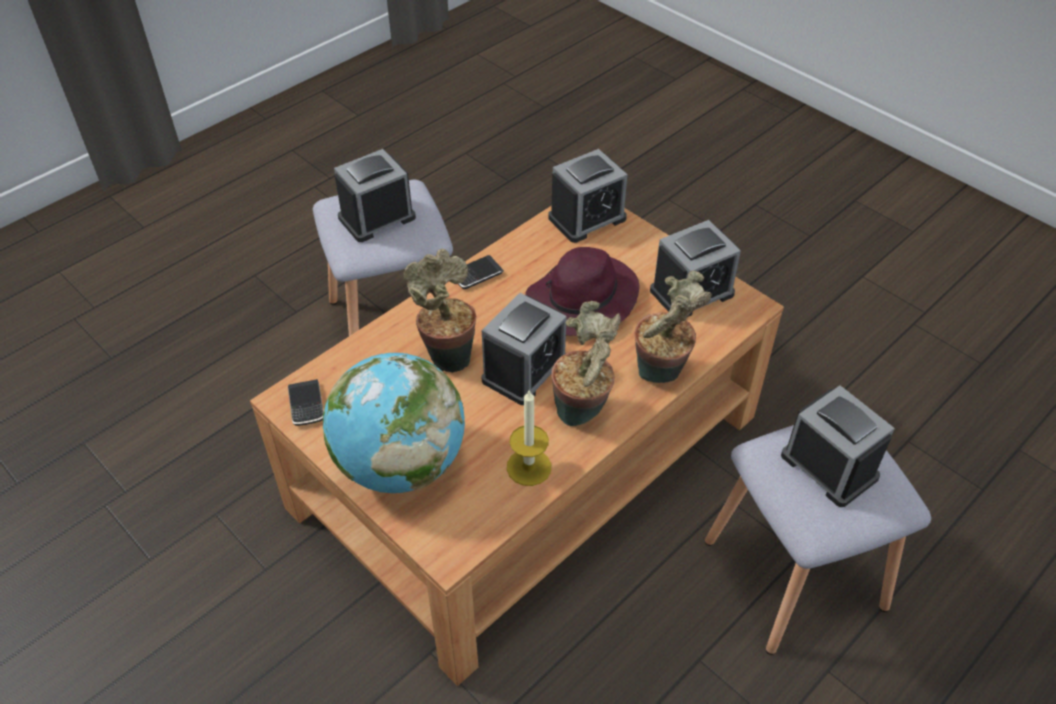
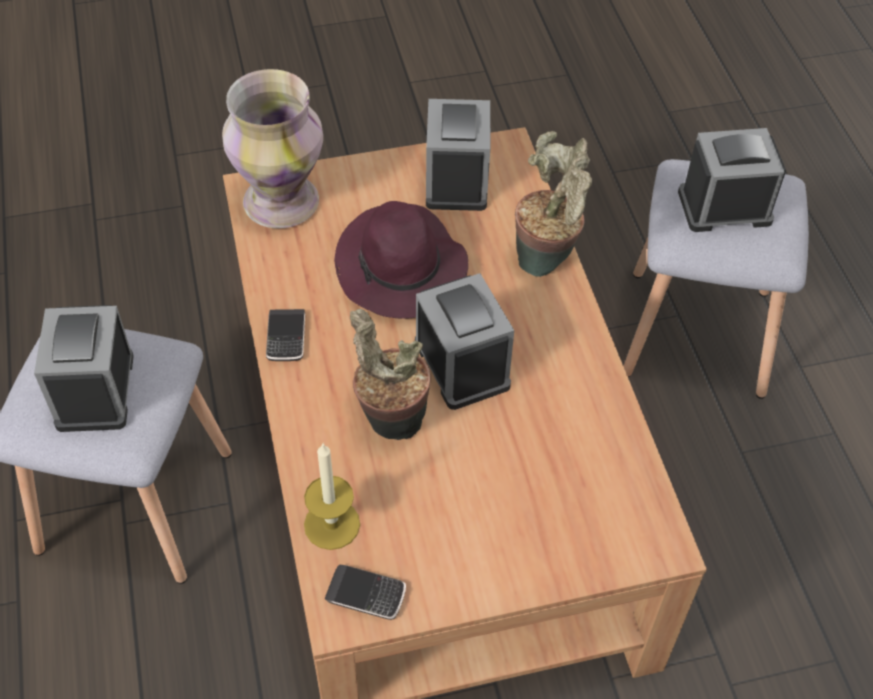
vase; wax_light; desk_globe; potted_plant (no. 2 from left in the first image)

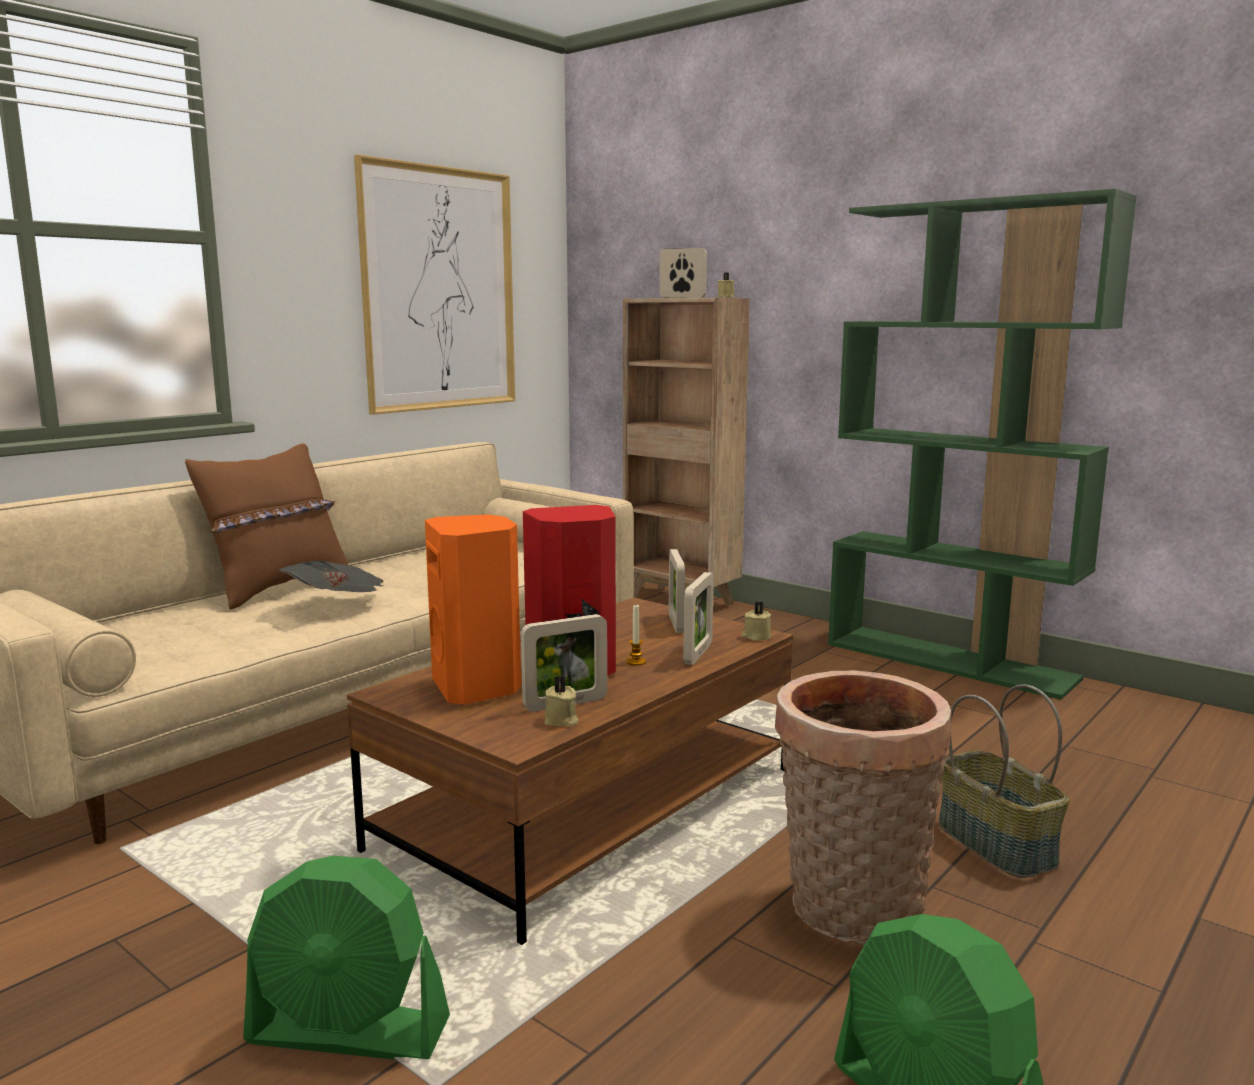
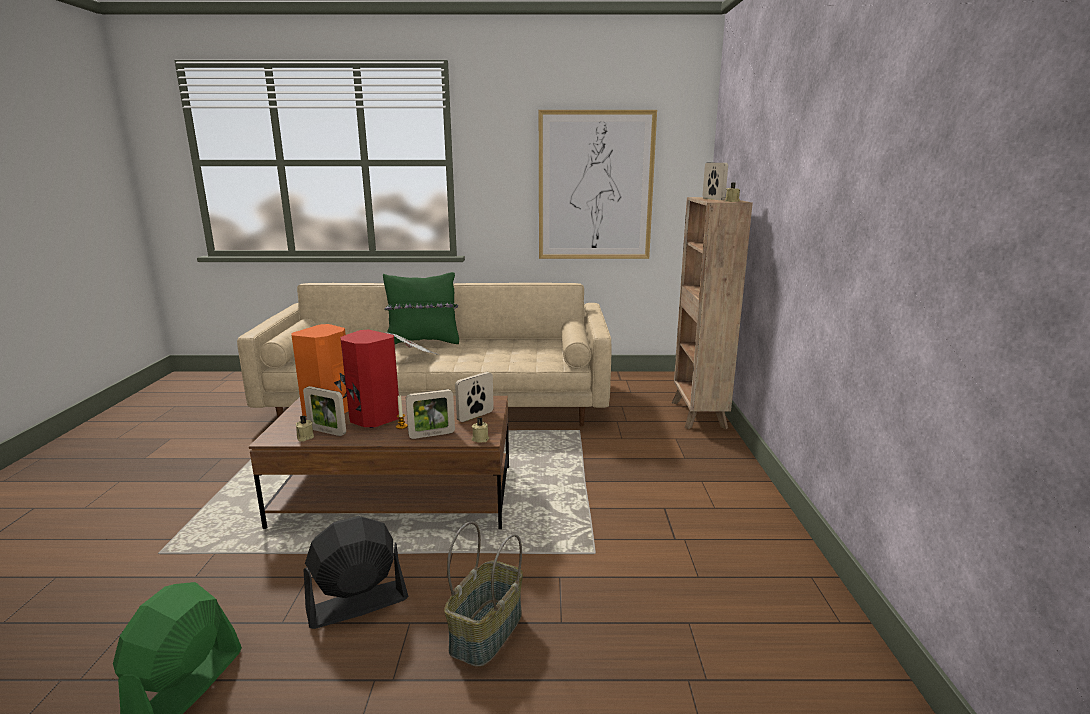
black_fan; greenish_throw_pillow; greenish_fan (no. 1 from left in the first image); greenish_bookshelf

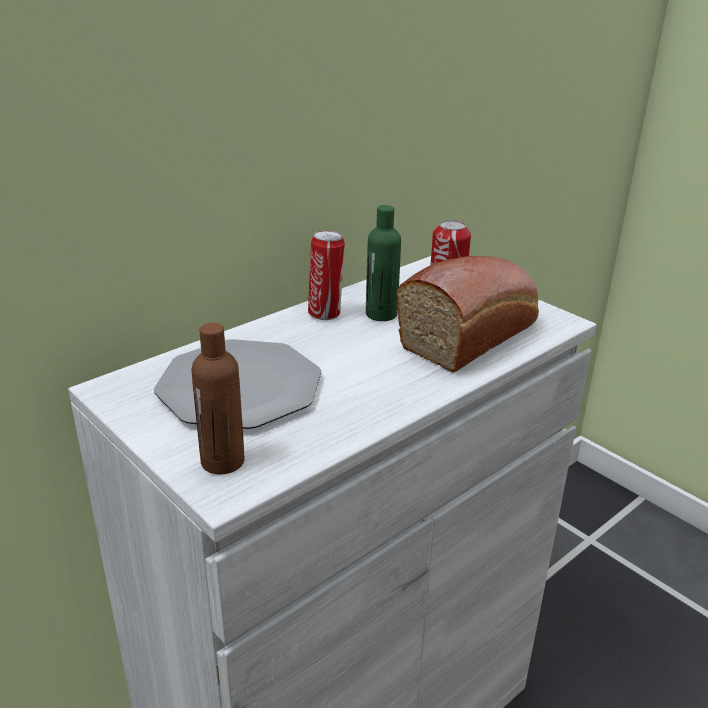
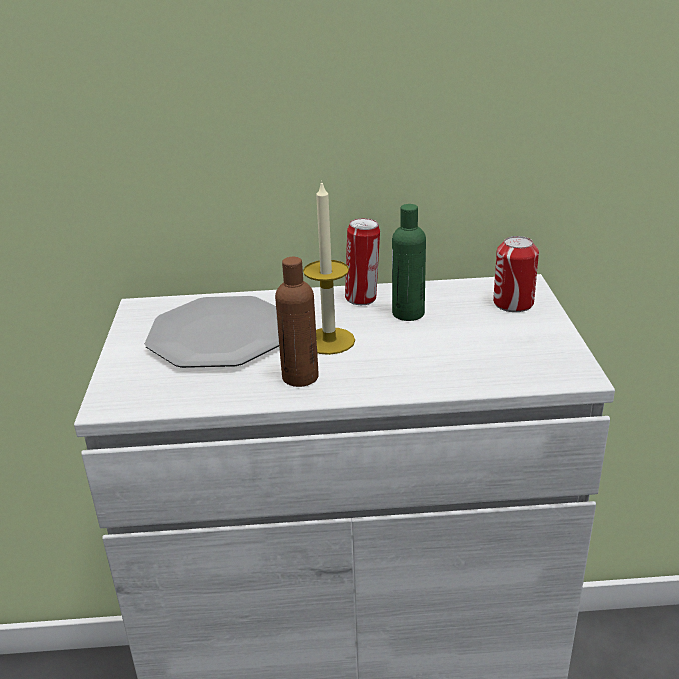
brownish_bottle; wax_light; baked_bread

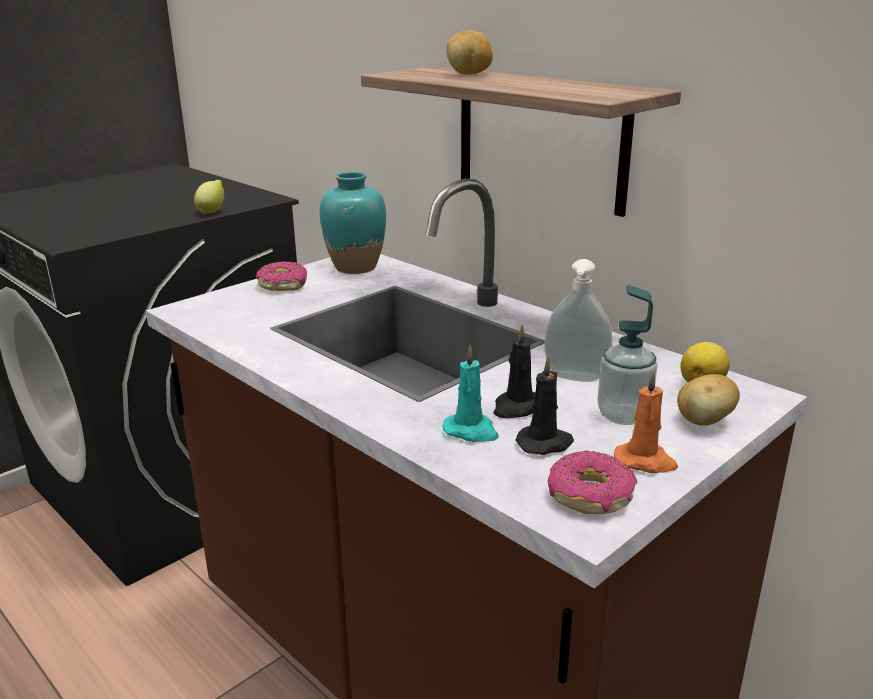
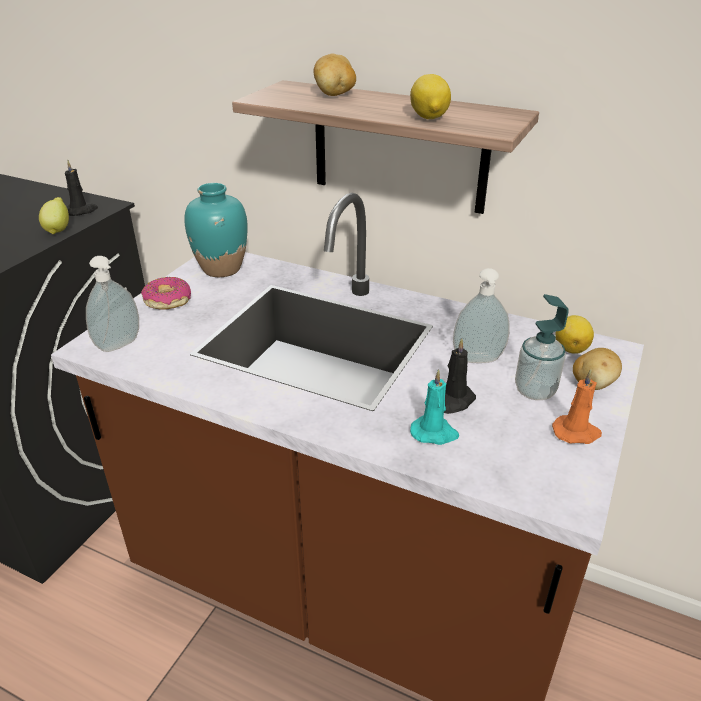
black_wax_light (no. 1 from left); soap_bottle (no. 1 from left); lemon (no. 2 from left); donut (no. 2 from left in the first image)

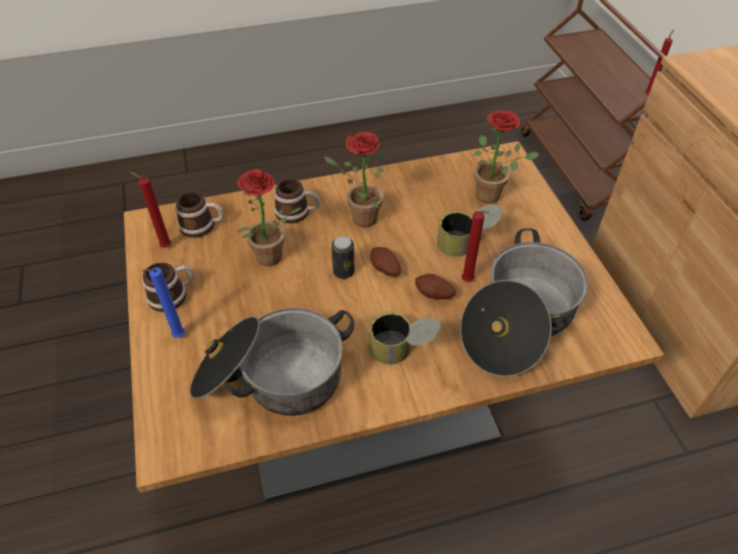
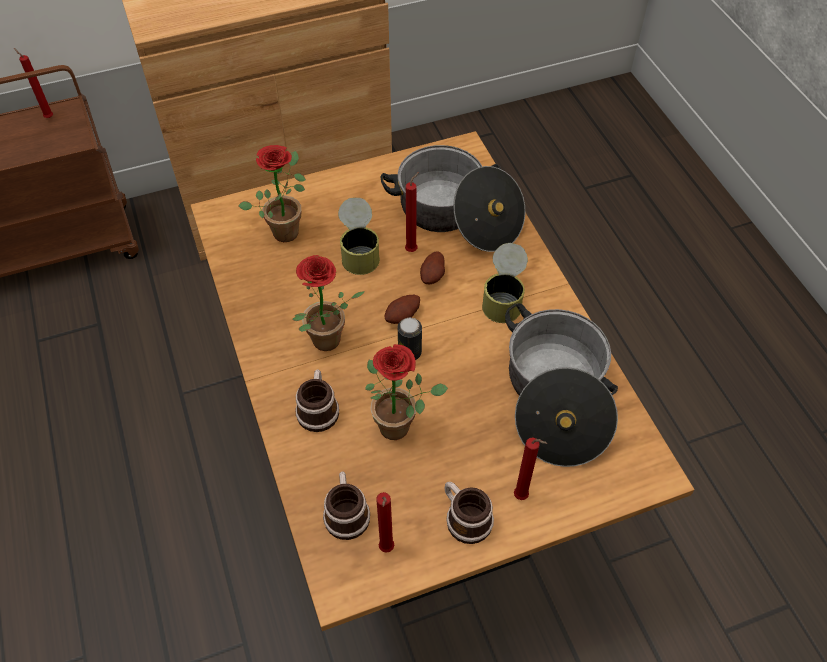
red-coloured_wax_light (no. 4 from left)

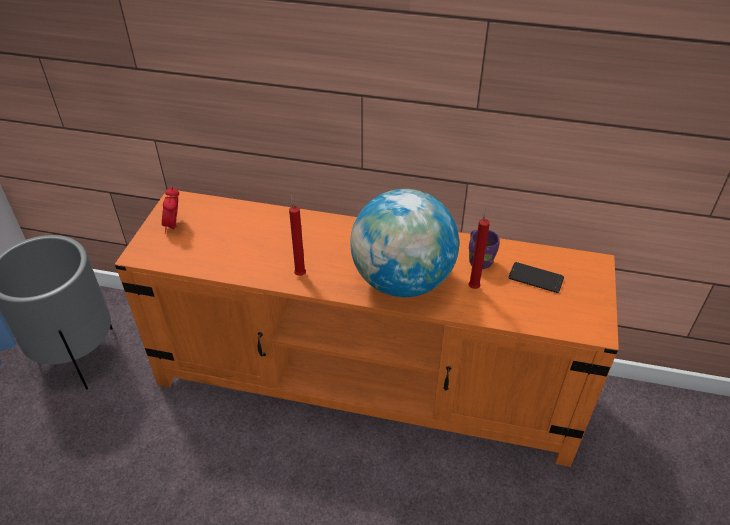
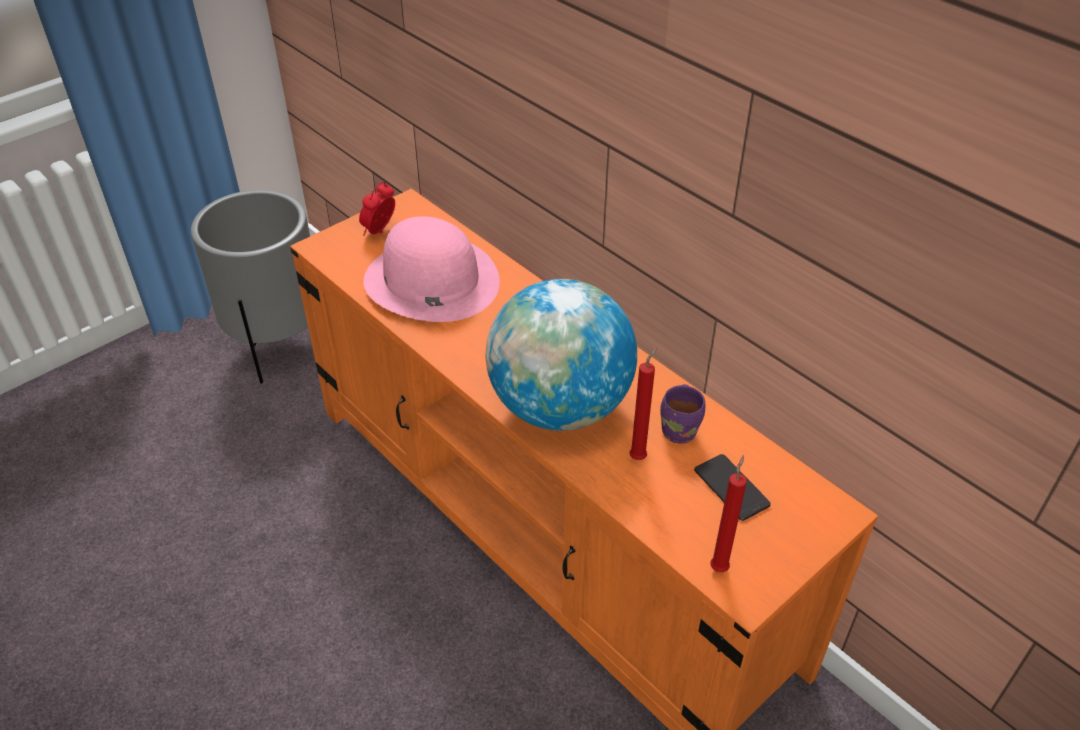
pink-coloured_hat; red-coloured_wax_light (no. 2 from left)

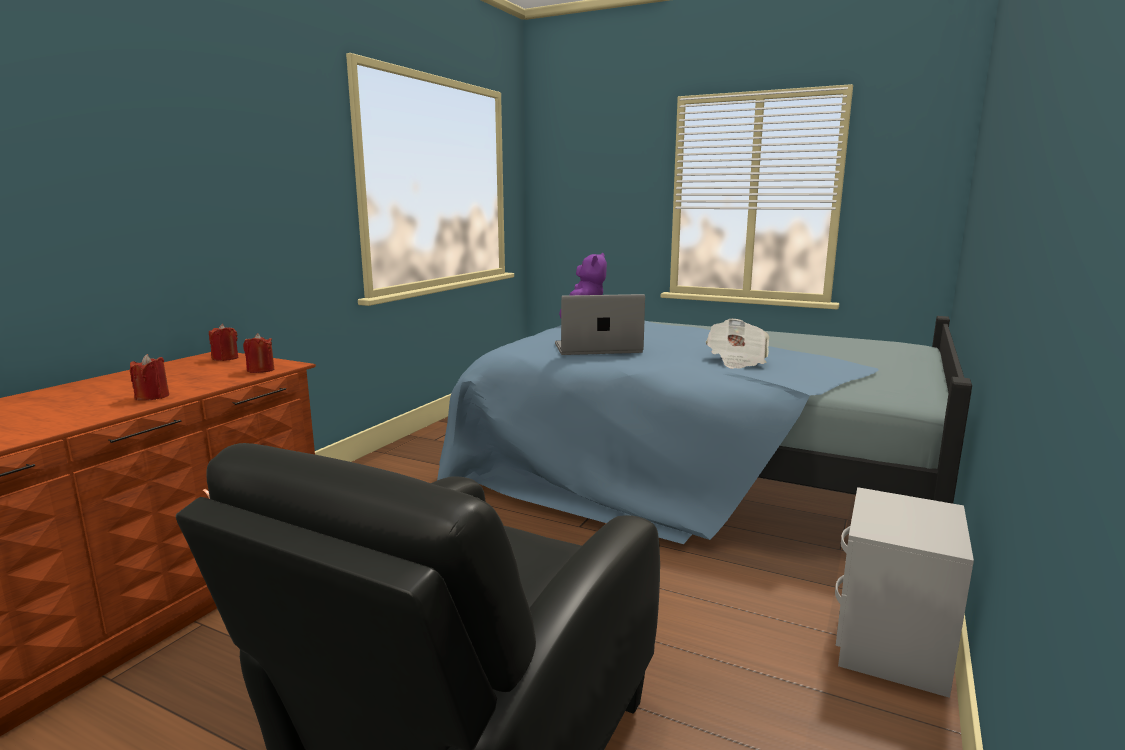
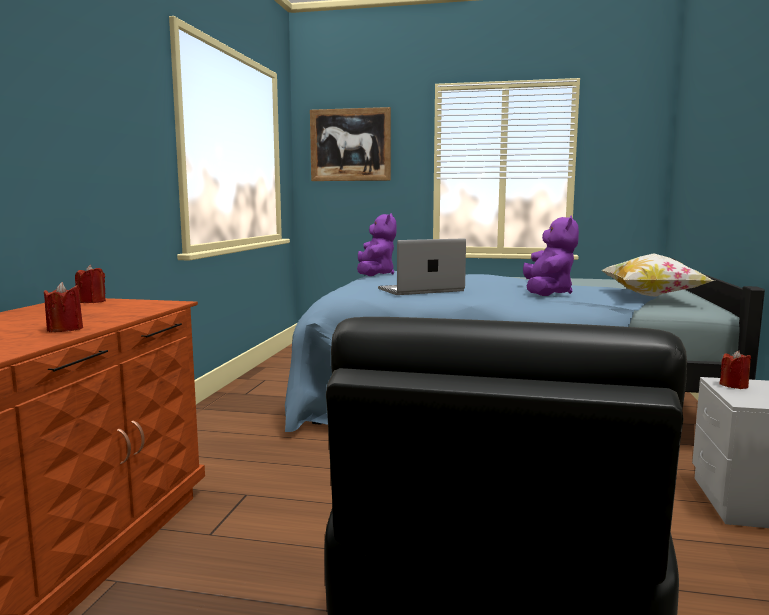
wall_art; purplish_soft_toy (no. 2 from left); throw_pillow; red-coloured_wax_light (no. 3 from left)

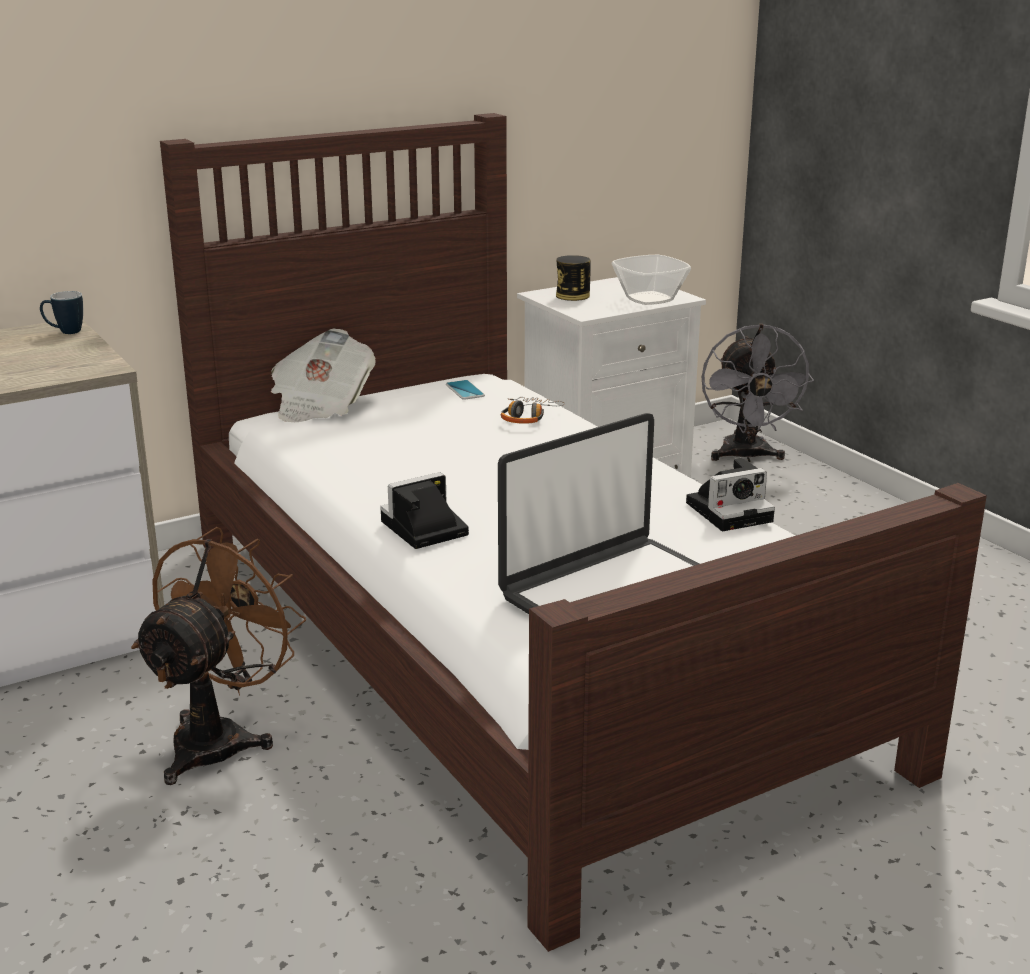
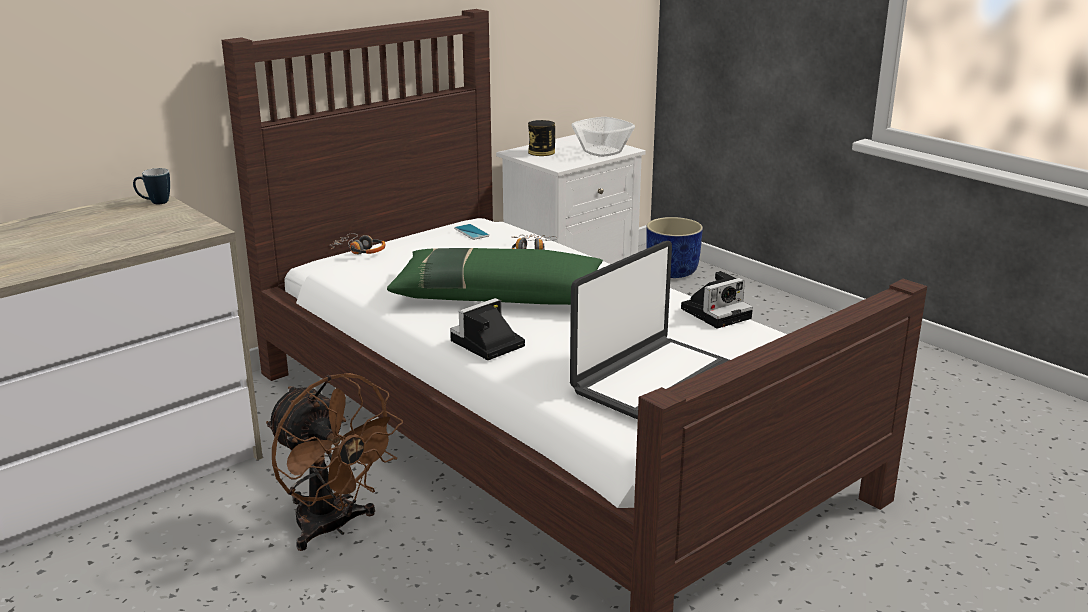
brownish_fan; headset (no. 1 from left); greenish_throw_pillow; blue_plant_pot

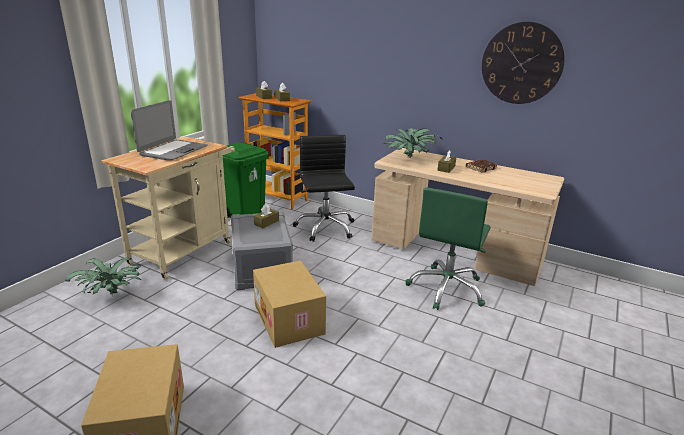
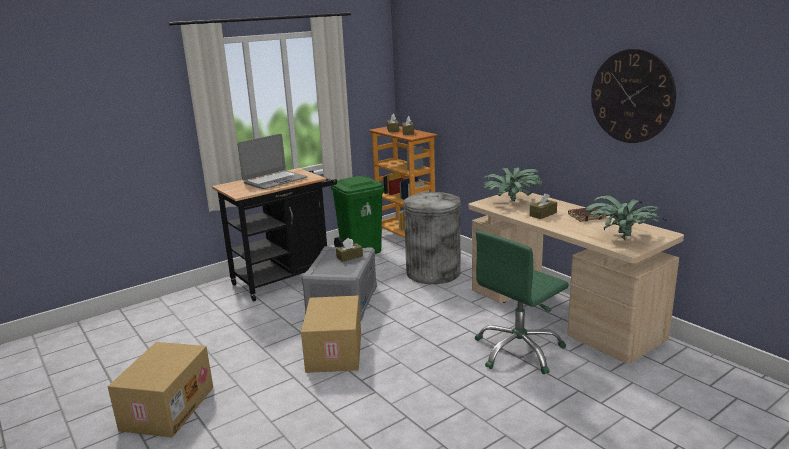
black_wheeled_cart; greyish_waste_bin; potted_plant (no. 2 from left)

